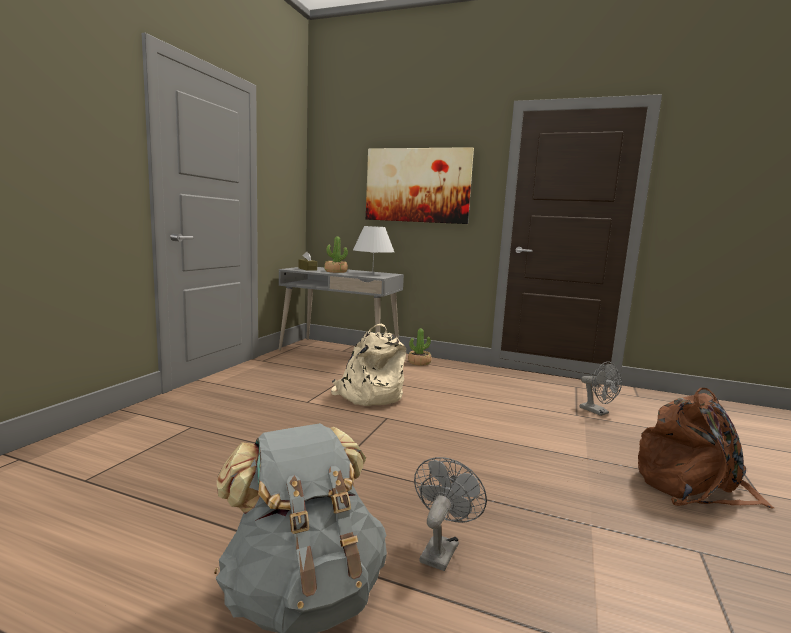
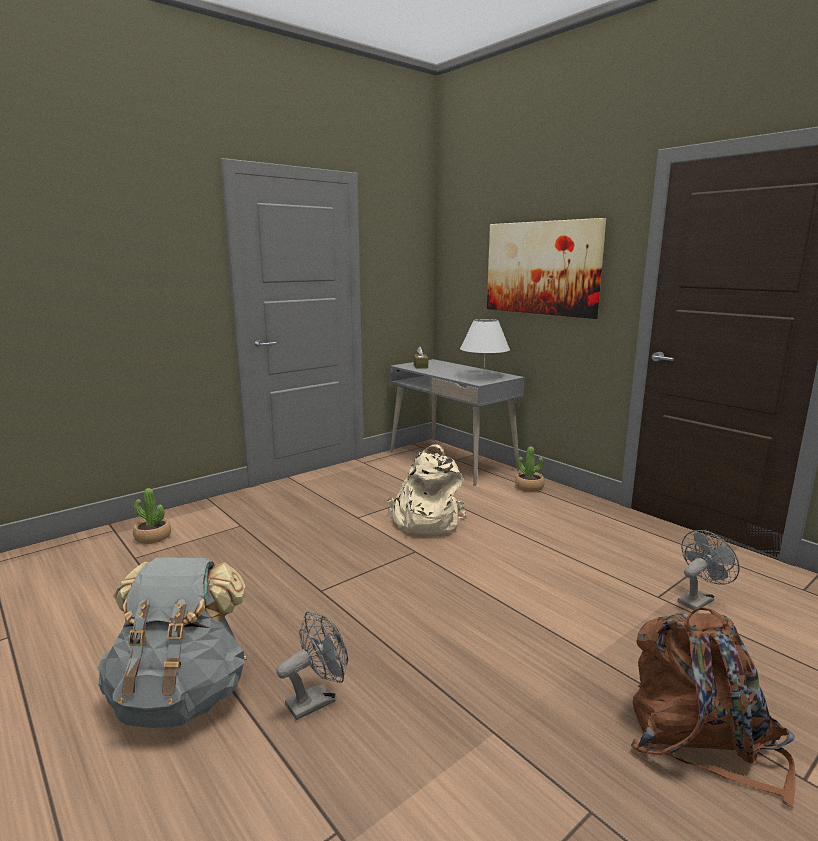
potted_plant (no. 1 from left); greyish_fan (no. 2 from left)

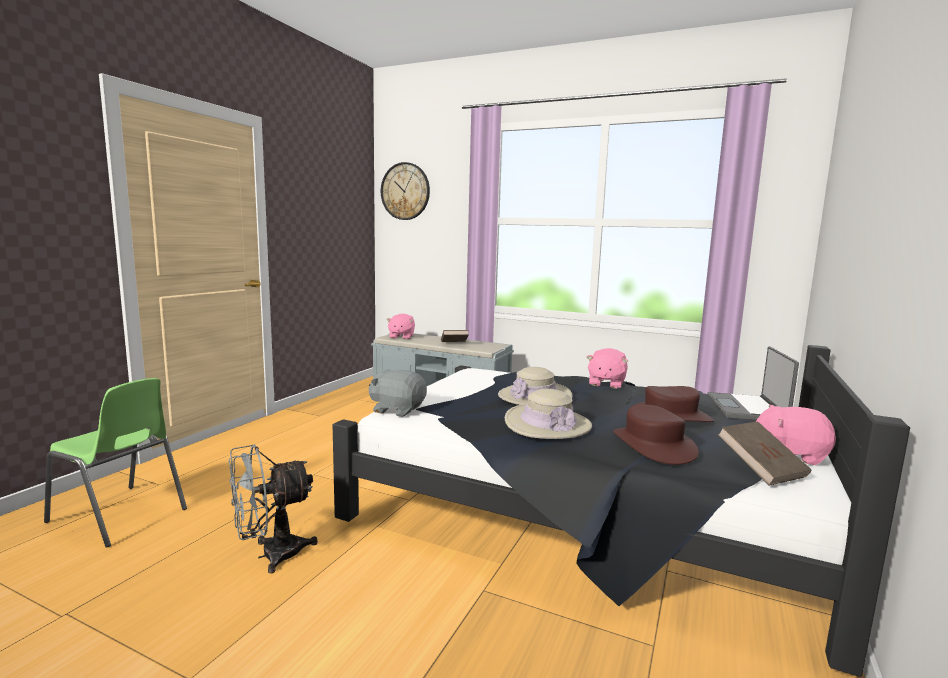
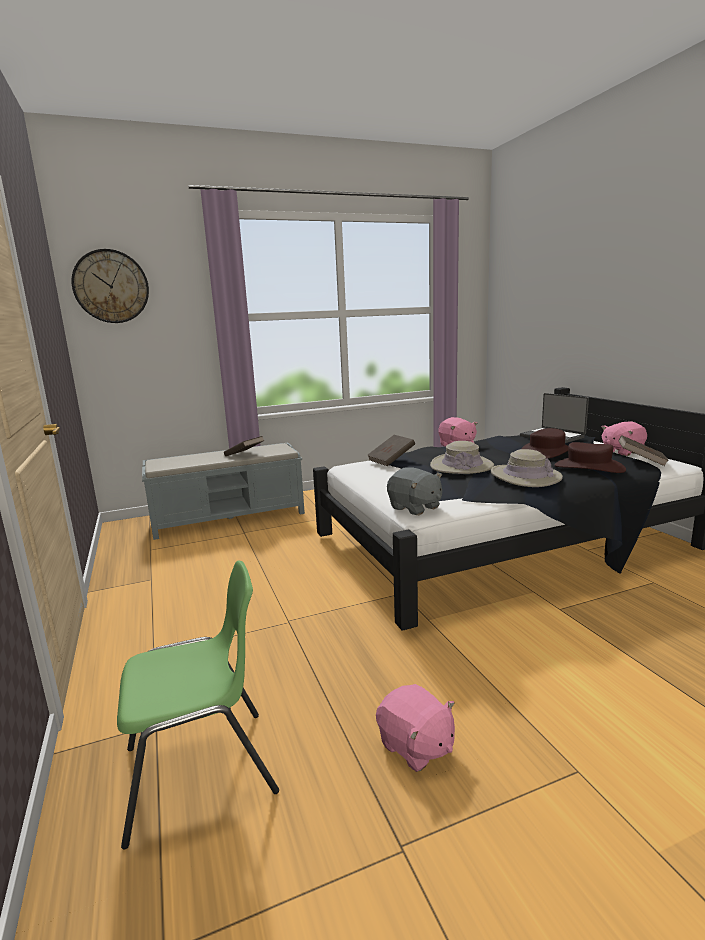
brownish_volume (no. 2 from left); pink-coloured_soft_toy (no. 1 from left); greyish_soft_toy; greyish_fan

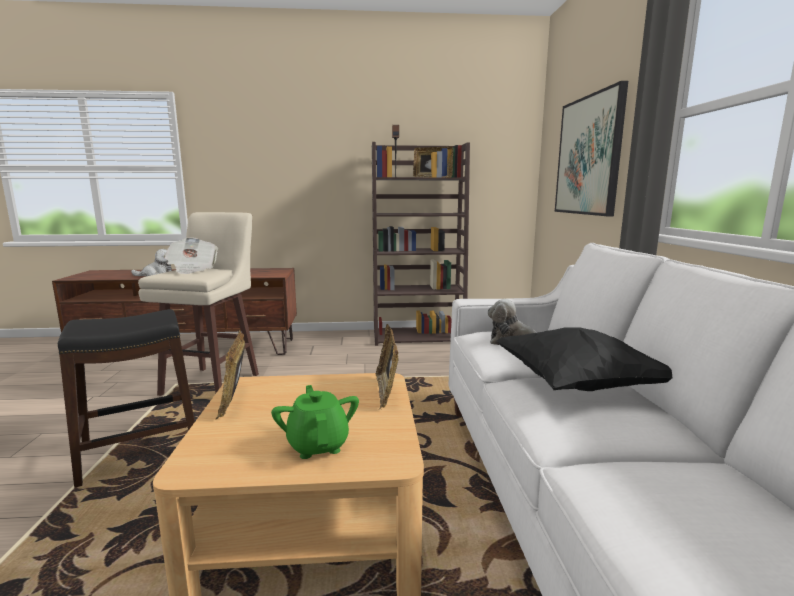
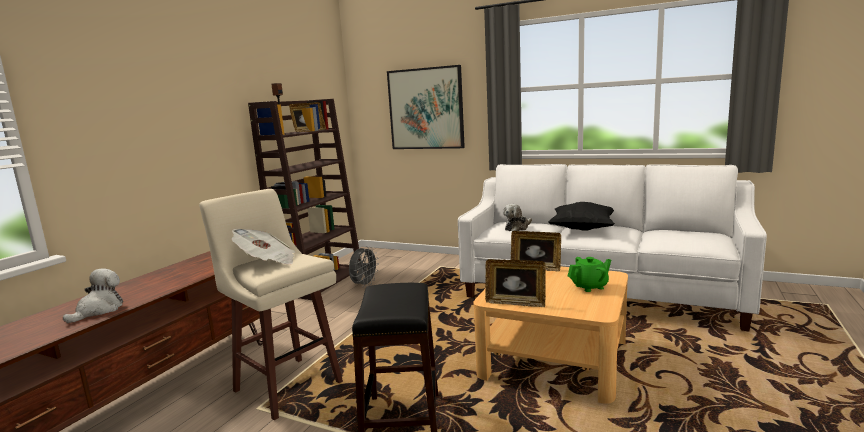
greyish_fan; greenish_pot_for_tea

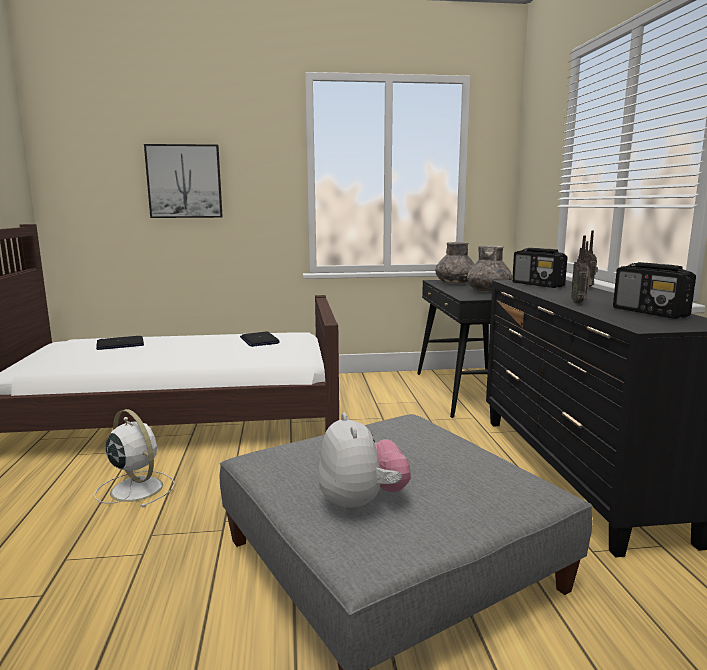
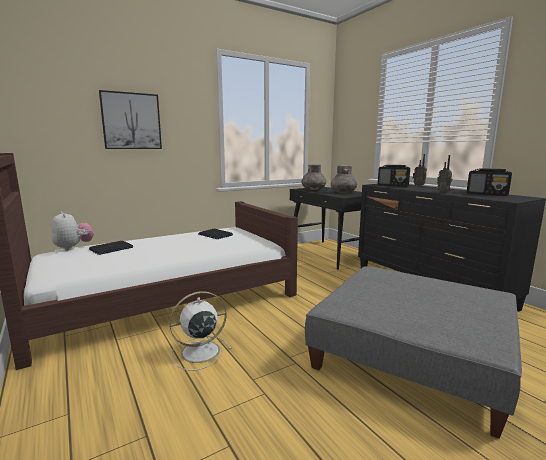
soft_toy; white_fan

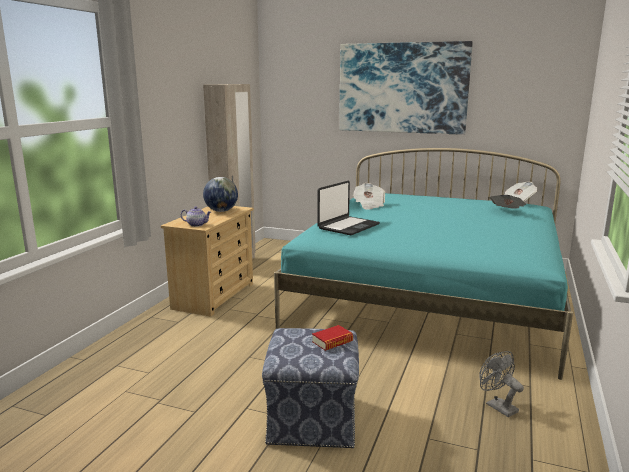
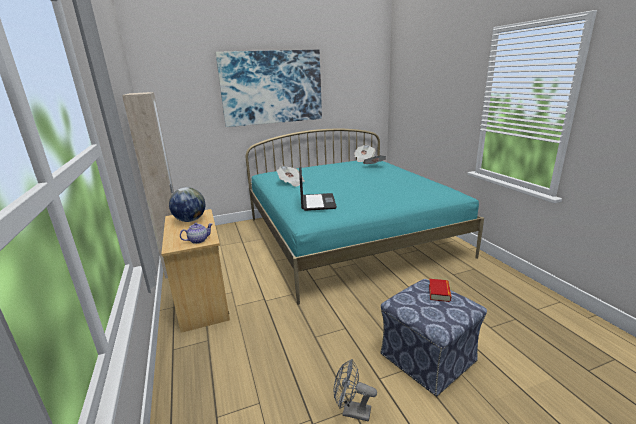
greyish_fan

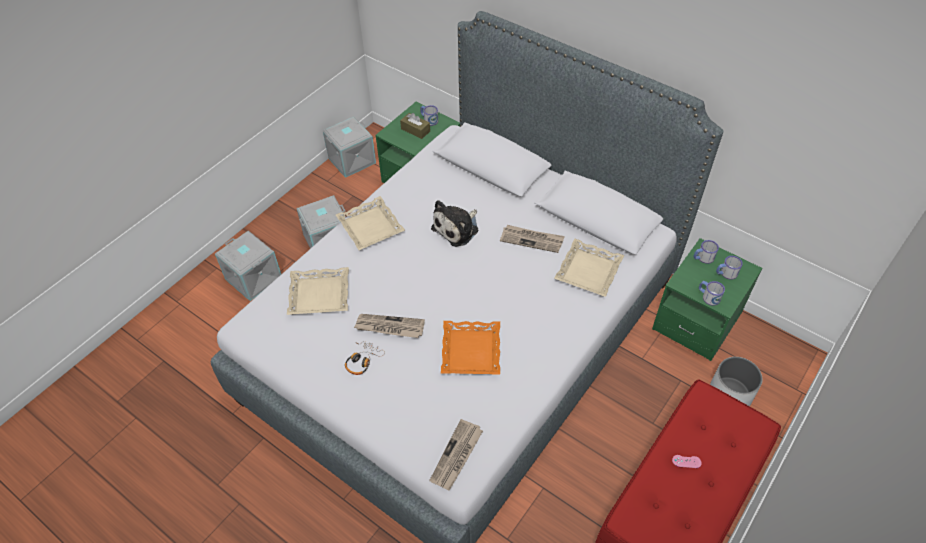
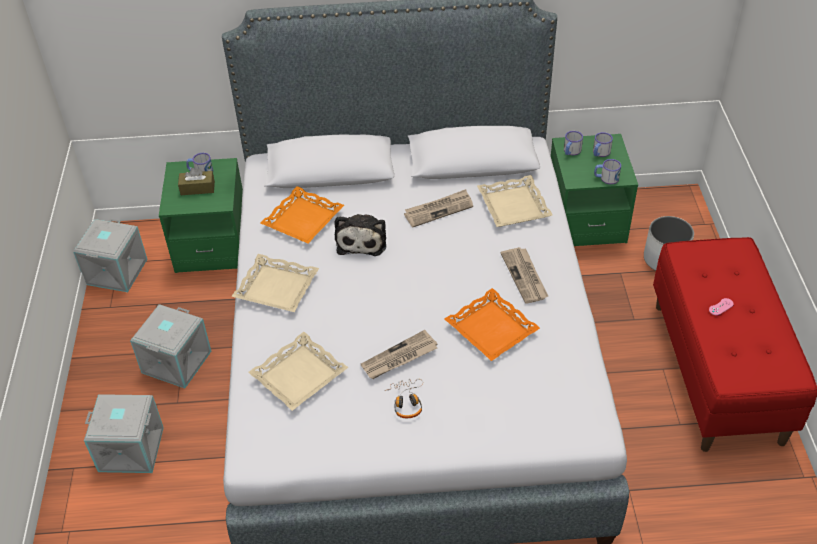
orange-coloured_carrying_tray (no. 1 from left); newspaper (no. 3 from left)

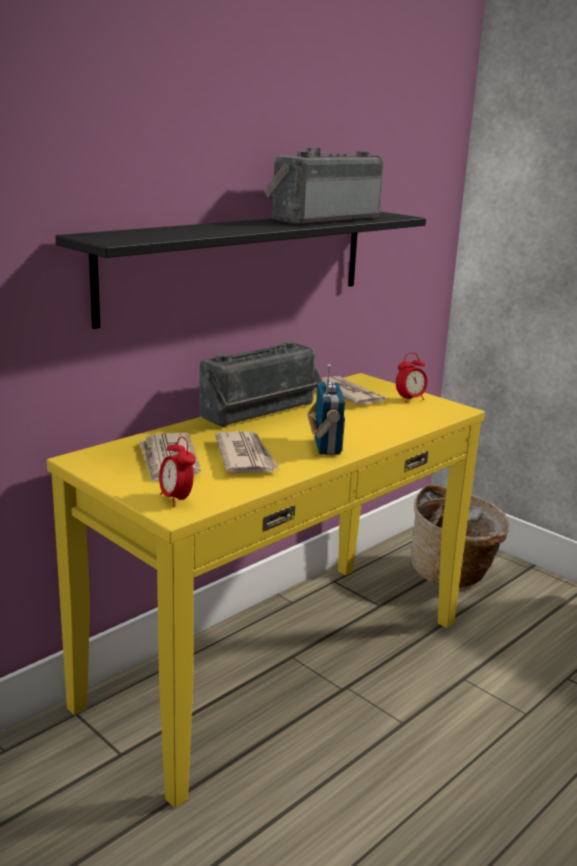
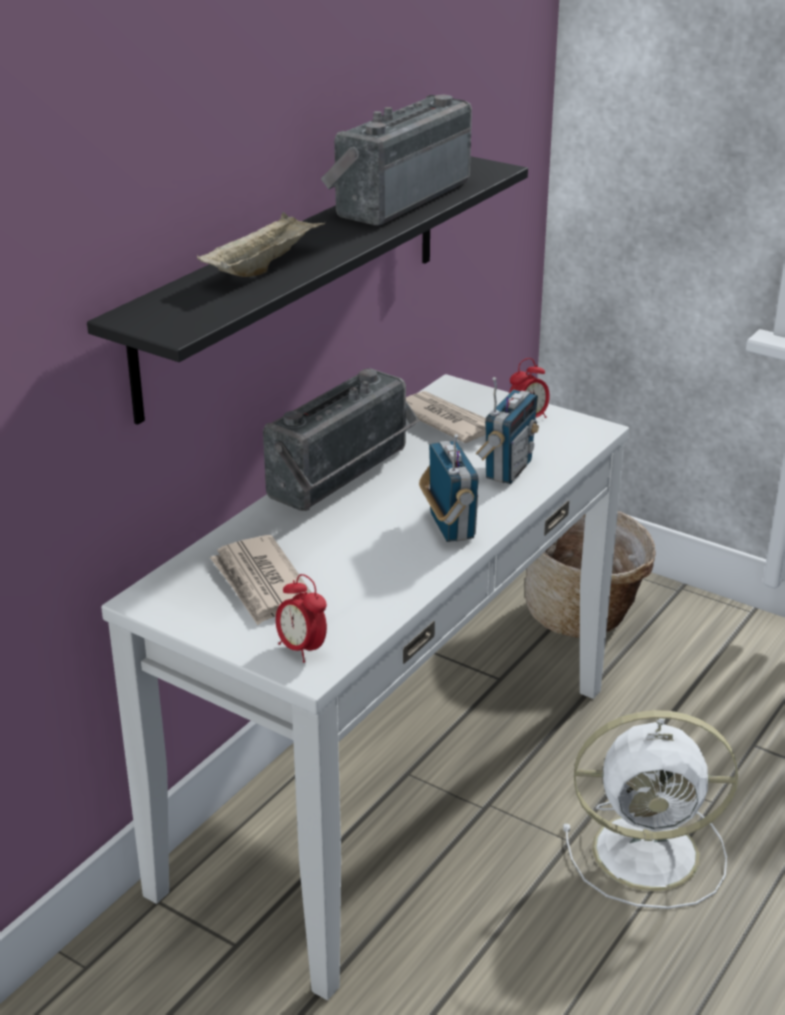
white_console_table; beige_carrying_tray; radio (no. 4 from left); white_fan; newspaper (no. 2 from left in the first image)

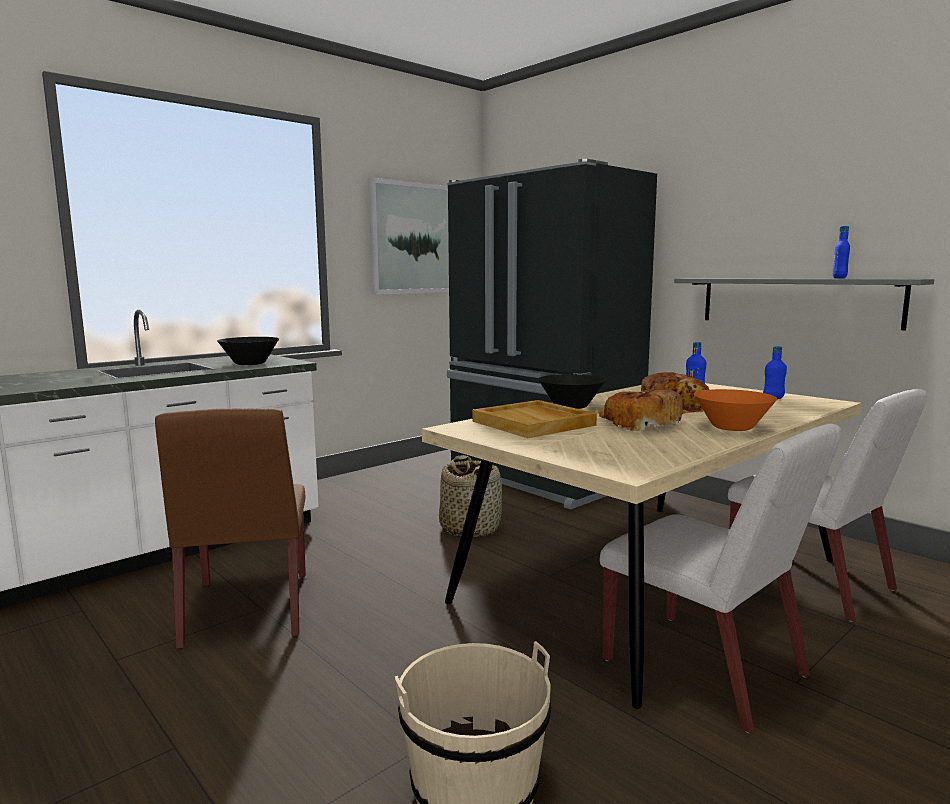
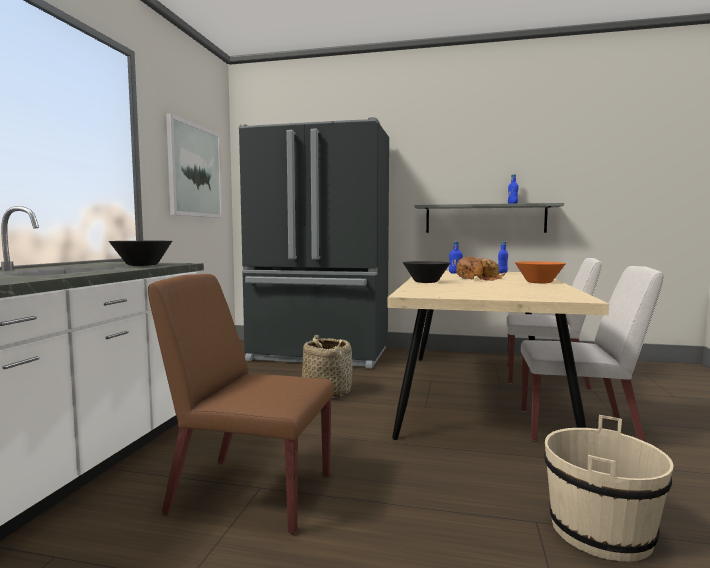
brownish_chair; beige_carrying_tray; baked_bread (no. 1 from left in the first image)

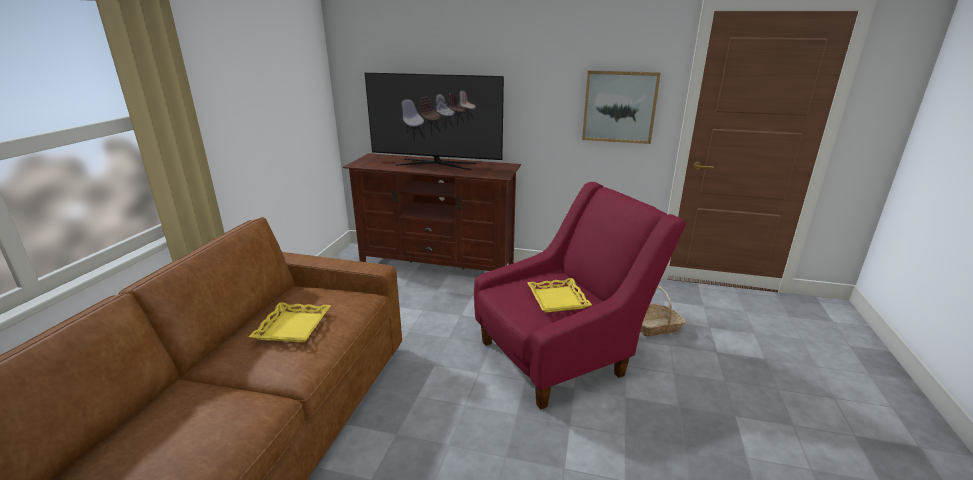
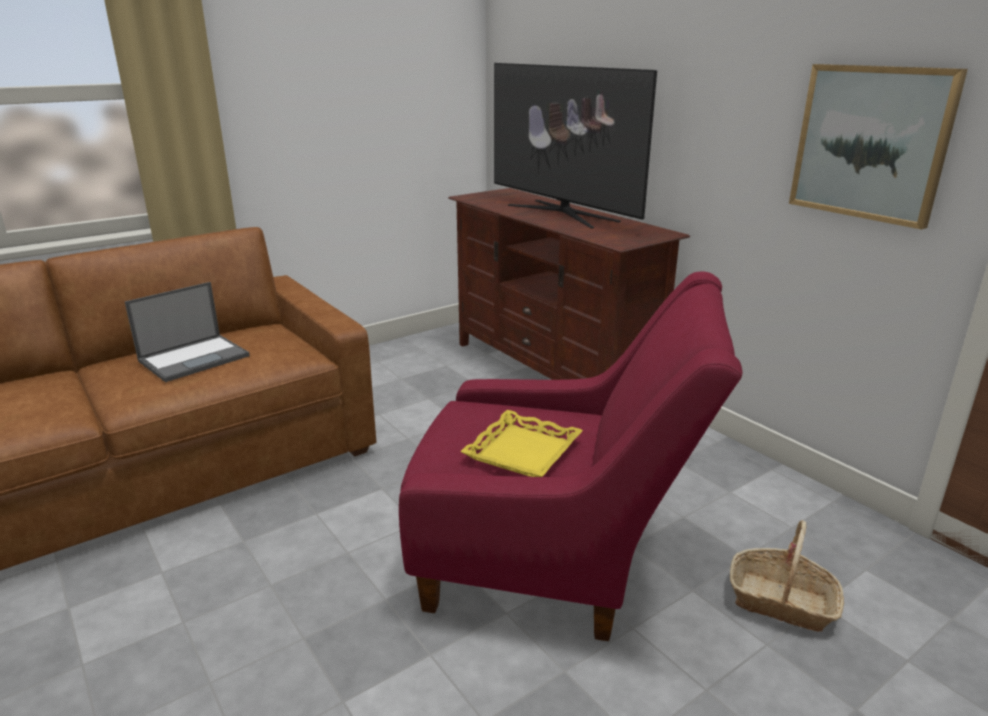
portable_computer

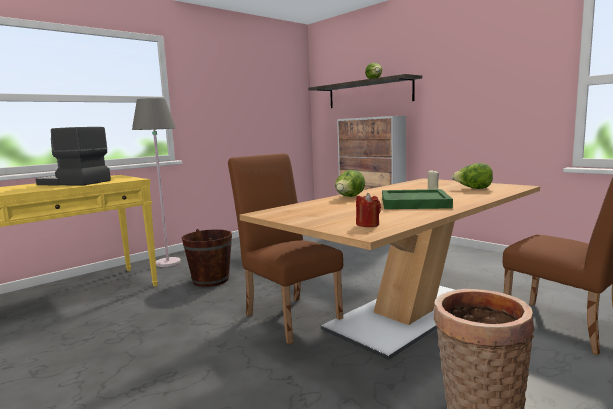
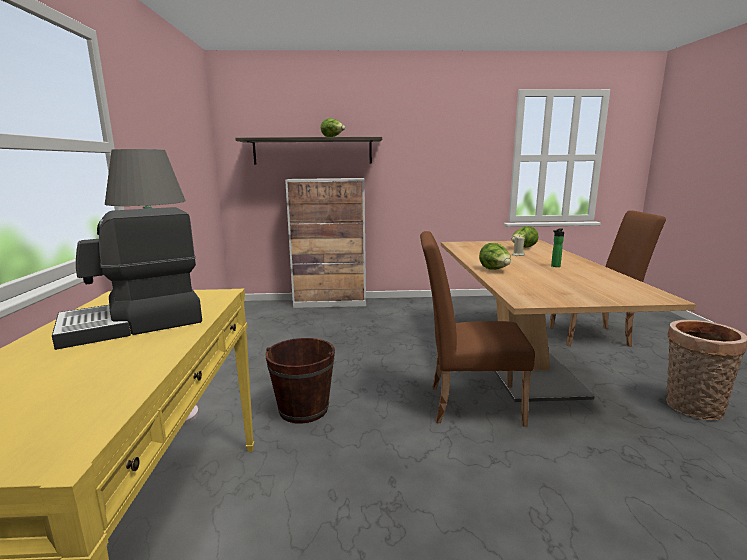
bottle; red-coloured_wax_light

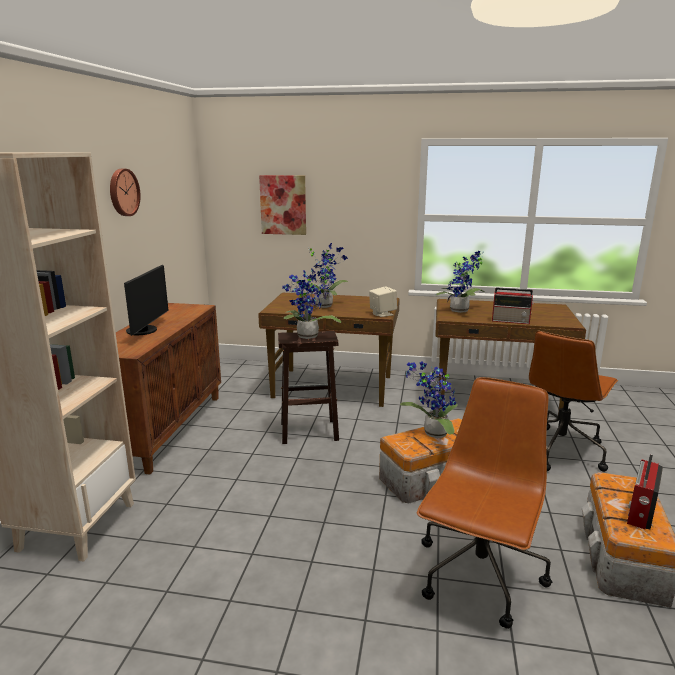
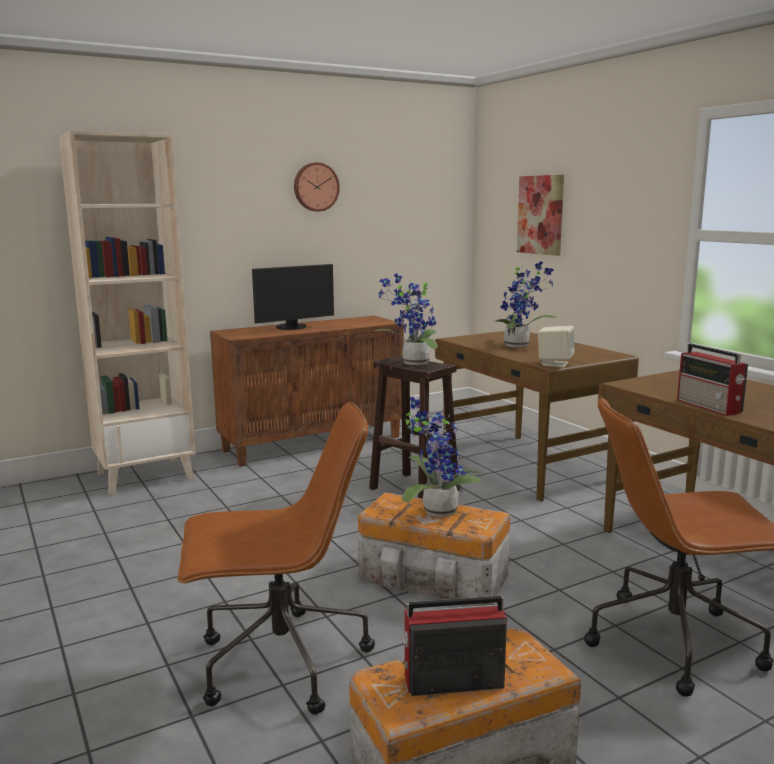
potted_plant (no. 4 from left in the first image)

